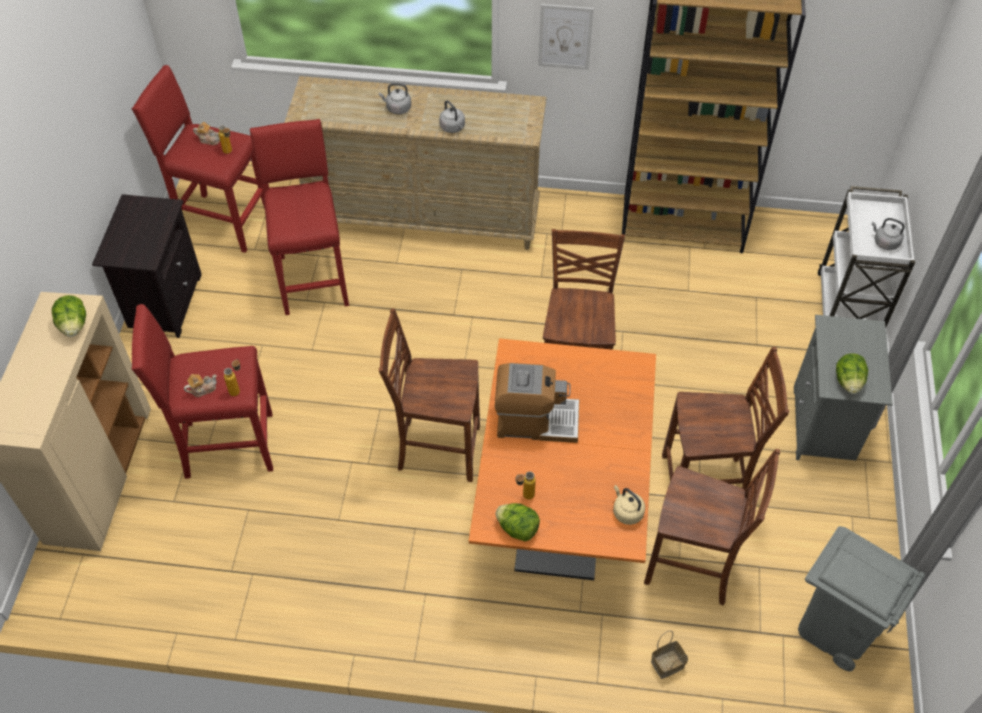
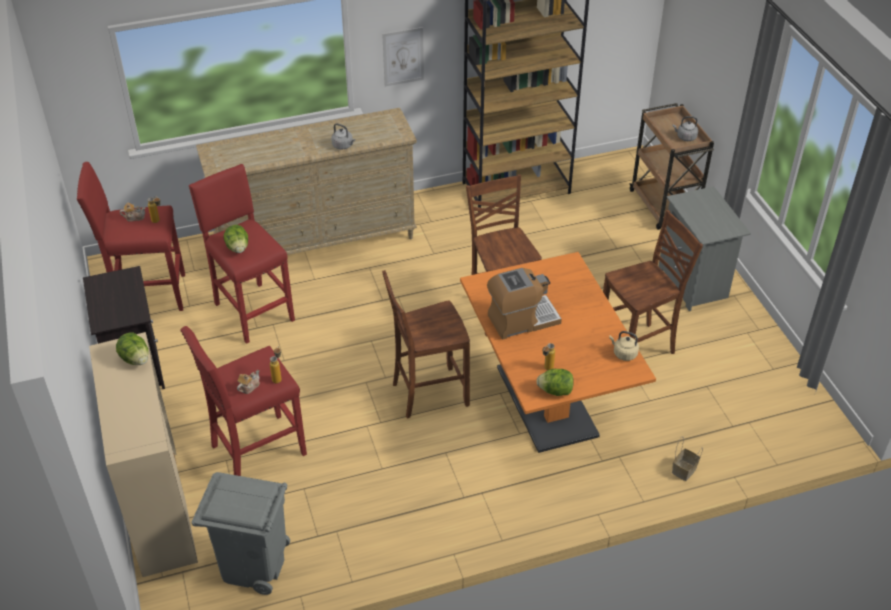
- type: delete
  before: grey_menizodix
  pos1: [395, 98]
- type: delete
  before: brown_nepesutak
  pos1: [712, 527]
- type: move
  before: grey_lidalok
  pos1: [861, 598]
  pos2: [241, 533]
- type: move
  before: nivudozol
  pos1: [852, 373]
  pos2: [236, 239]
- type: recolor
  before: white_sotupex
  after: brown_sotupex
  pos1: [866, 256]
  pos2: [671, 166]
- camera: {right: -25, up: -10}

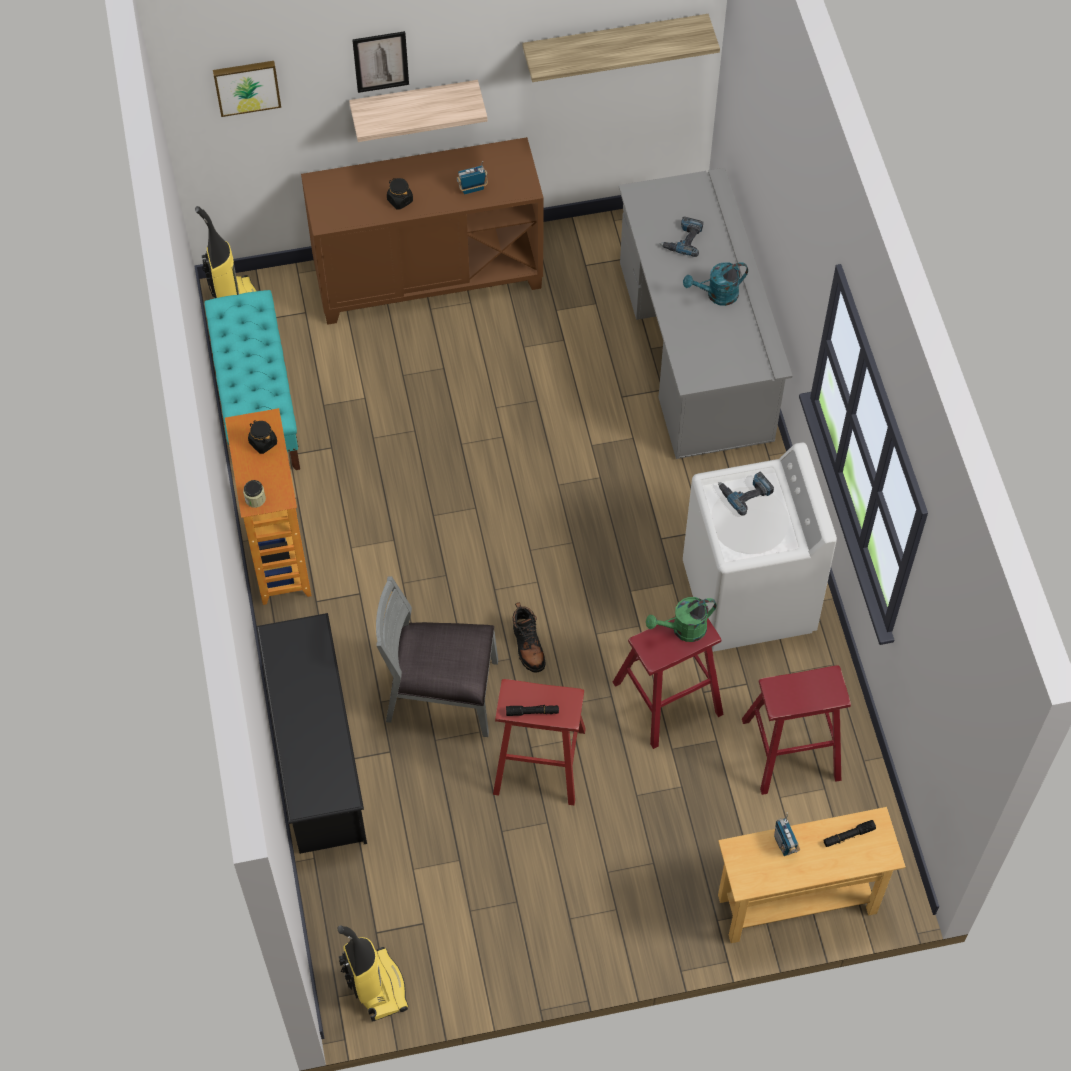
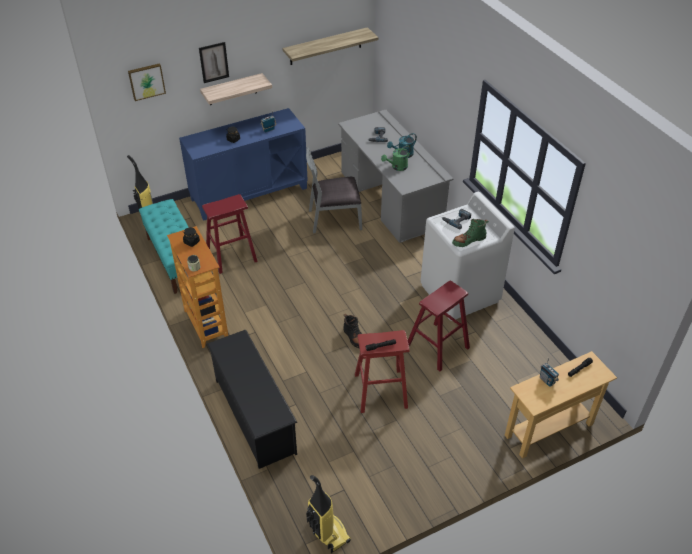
- type: insert
  after: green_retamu
  pos2: [470, 232]
- type: move
  before: grey_nepesutak
  pos1: [437, 656]
  pos2: [334, 190]
- type: move
  before: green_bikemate
  pos1: [681, 619]
  pos2: [396, 158]
- type: move
  before: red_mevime
  pos1: [796, 730]
  pos2: [230, 234]
- type: recolor
  before: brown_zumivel
  after: blue_zumivel
  pos1: [422, 231]
  pos2: [243, 164]
- camera: {right: -15, up: -15}

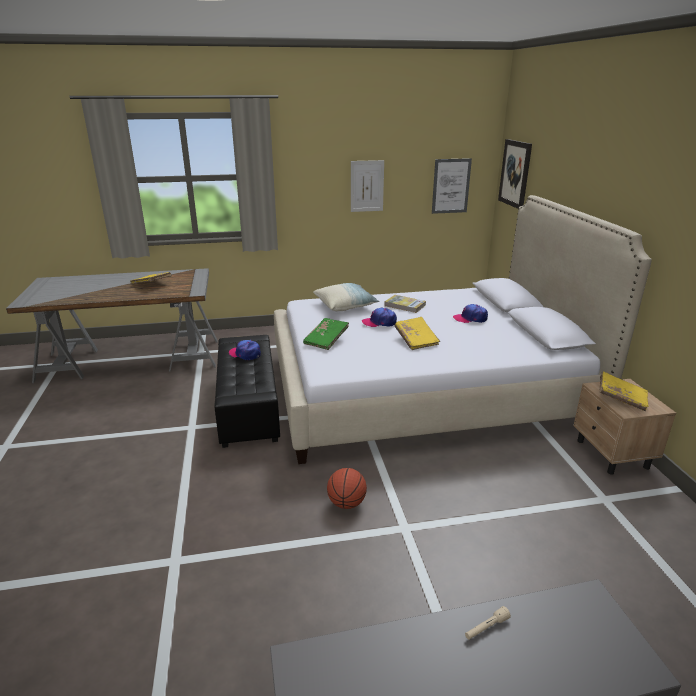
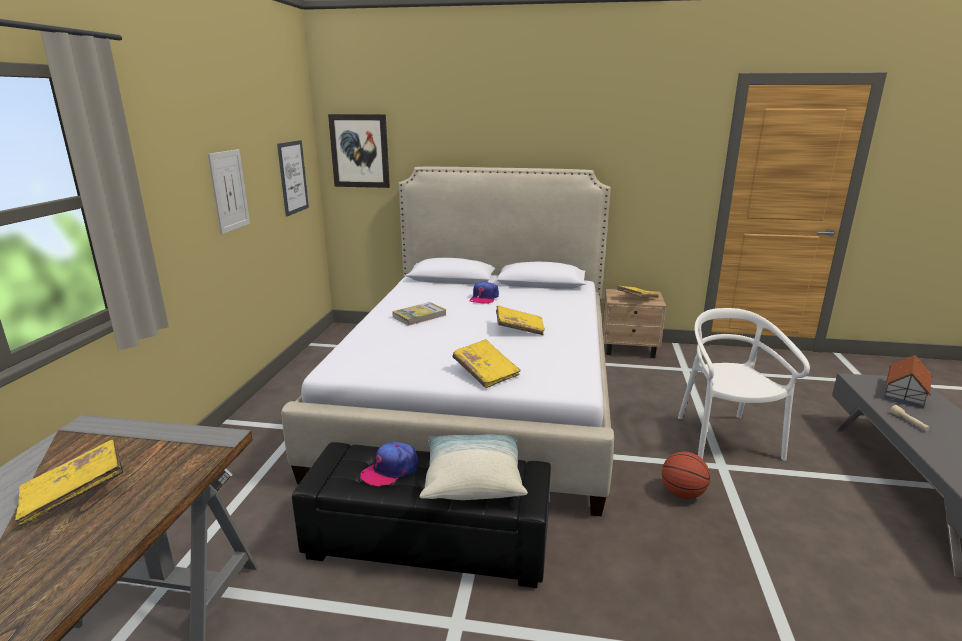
- type: delete
  before: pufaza
  pos1: [379, 317]
- type: insert
  after: white_nepesutak
  pos2: [744, 384]
- type: insert
  after: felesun
  pos2: [907, 382]
- type: move
  before: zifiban
  pos1: [346, 297]
  pos2: [473, 467]
- type: recolor
  before: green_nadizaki
  after: yellow_nadizaki
  pos1: [326, 334]
  pos2: [486, 363]
- camera: {right: -70, up: -5}

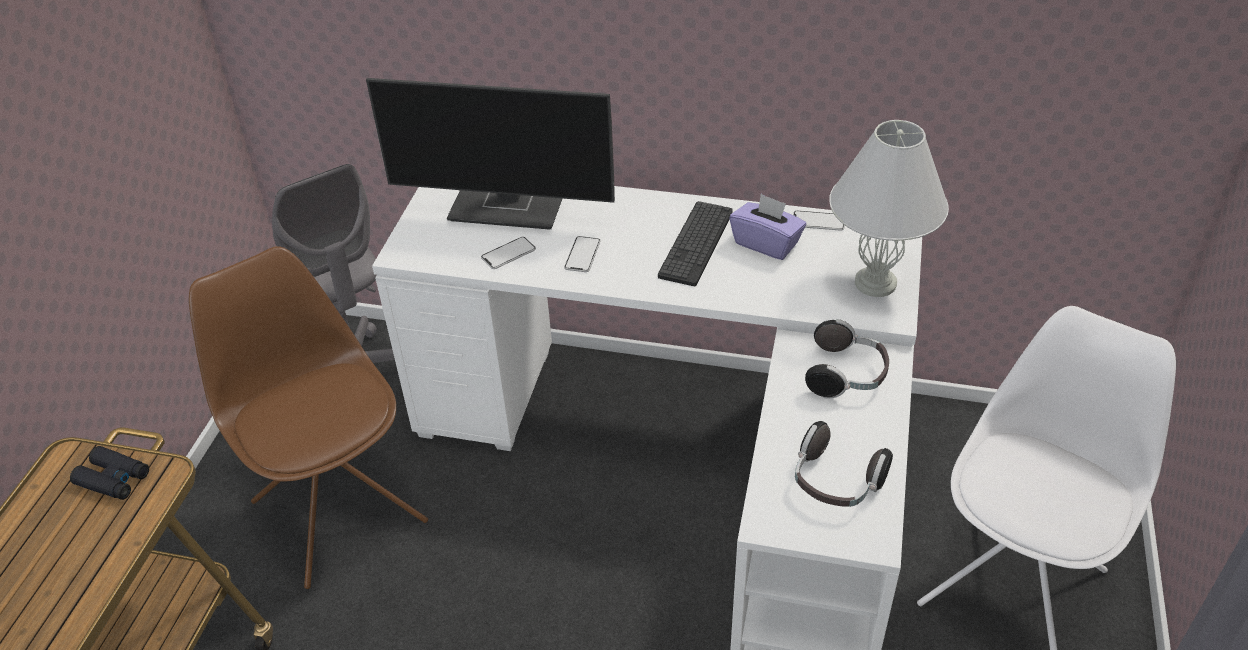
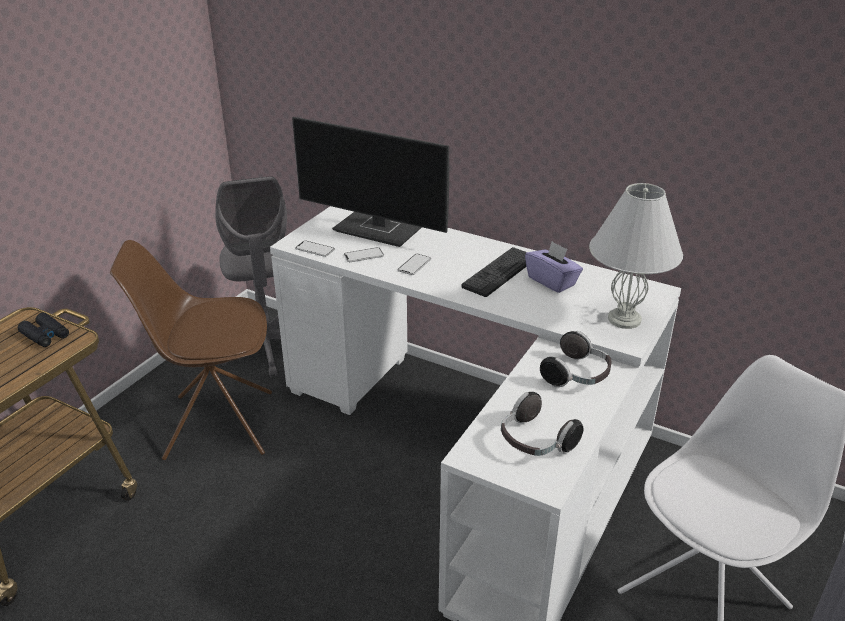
- type: move
  before: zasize
  pos1: [819, 221]
  pos2: [315, 248]
- type: rotate
  before: brown_nepesutak
  pos1: [308, 417]
  pos2: [191, 350]
  turn: -75
- camera: {right: 15, up: -10}

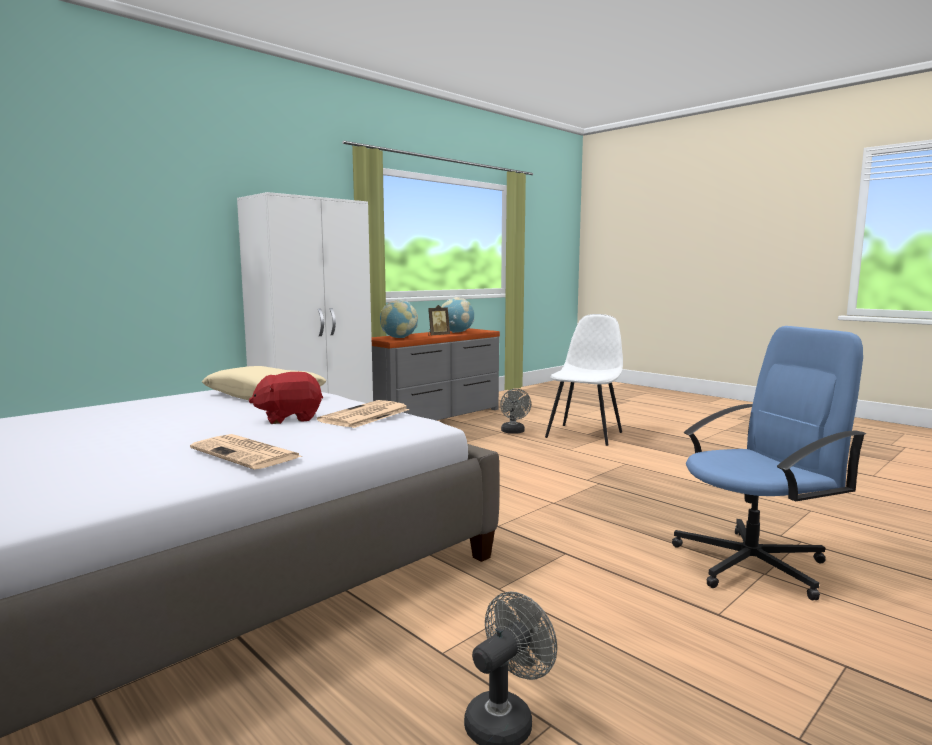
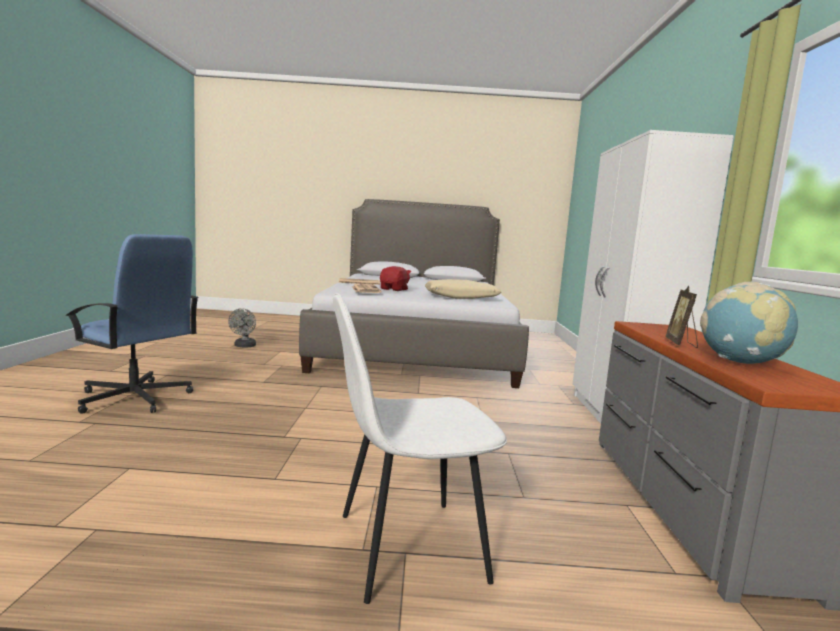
- type: delete
  before: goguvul
  pos1: [399, 319]
- type: delete
  before: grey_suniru
  pos1: [515, 411]
- type: rotate
  before: white_nepesutak
  pos1: [584, 380]
  pos2: [420, 448]
  turn: 90
- type: rotate
  before: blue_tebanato
  pos1: [769, 463]
  pos2: [132, 324]
  turn: -90
- camera: {right: 135, up: 0}

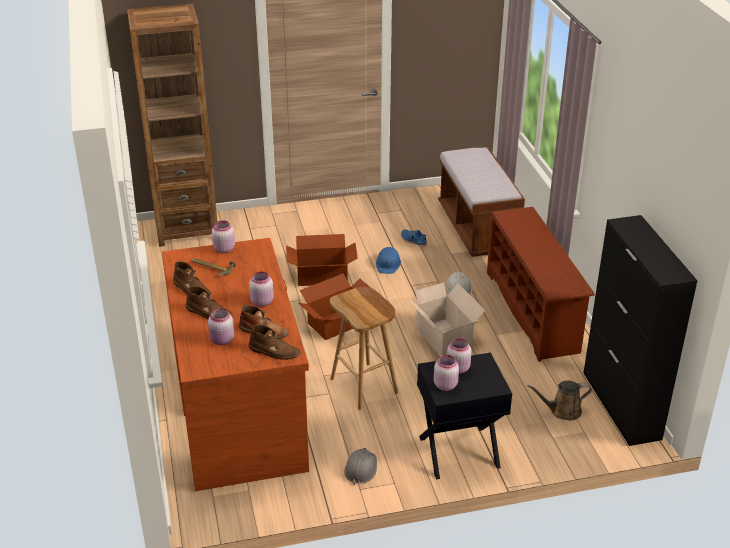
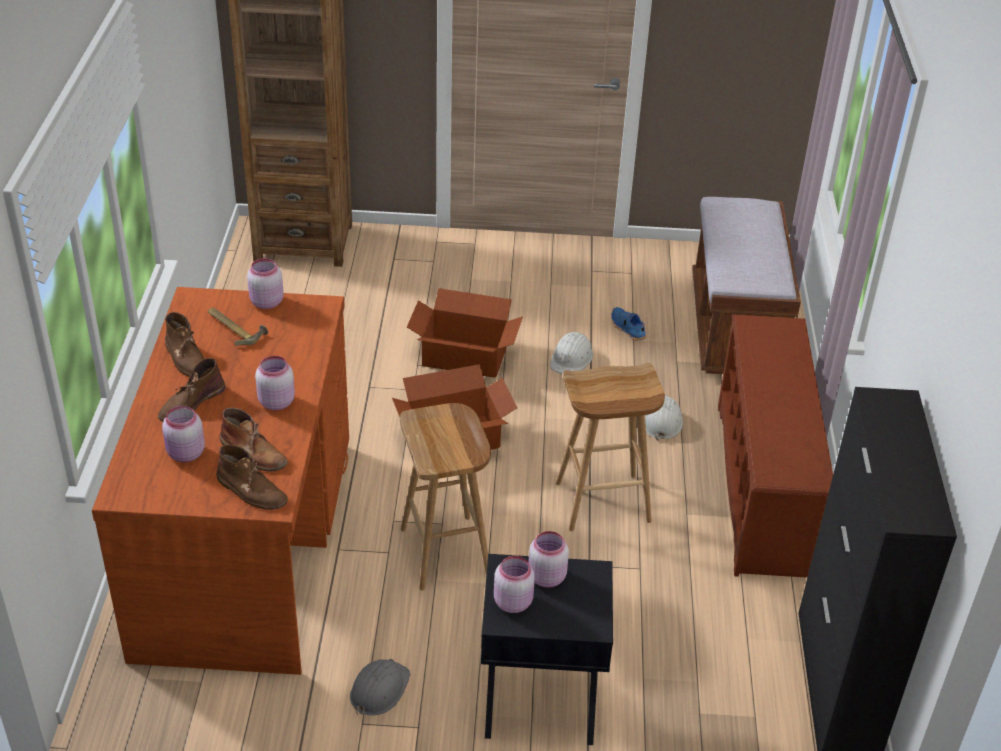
- type: delete
  before: brown_bikemate
  pos1: [559, 401]
- type: replace
  before: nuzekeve
  after: brown_mevime
  pos1: [446, 319]
  pos2: [610, 447]
- type: recolor
  before: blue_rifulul
  after: white_rifulul
  pos1: [388, 260]
  pos2: [571, 353]
- type: rotate
  before: brown_retamu
  pos1: [209, 302]
  pos2: [191, 389]
  turn: 90
- camera: {right: 15, up: 5}

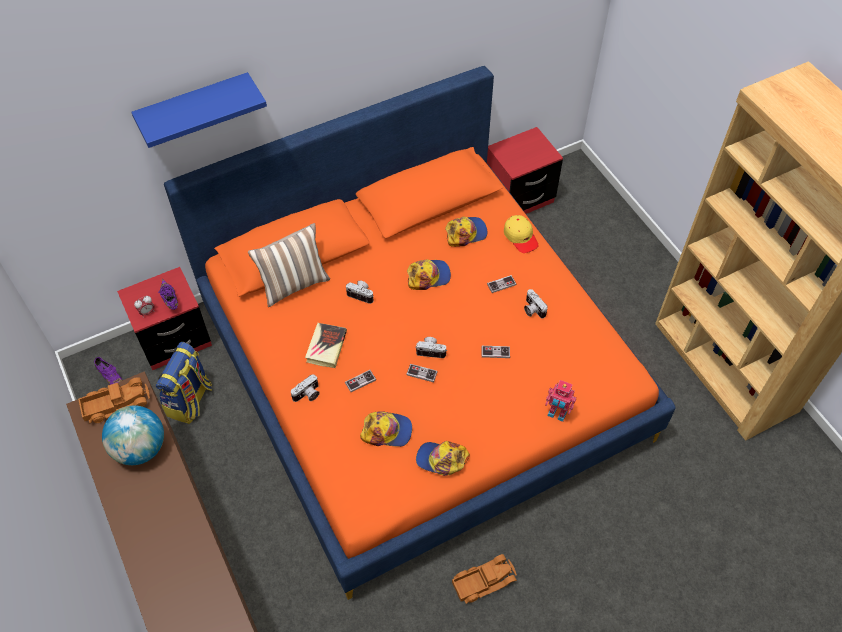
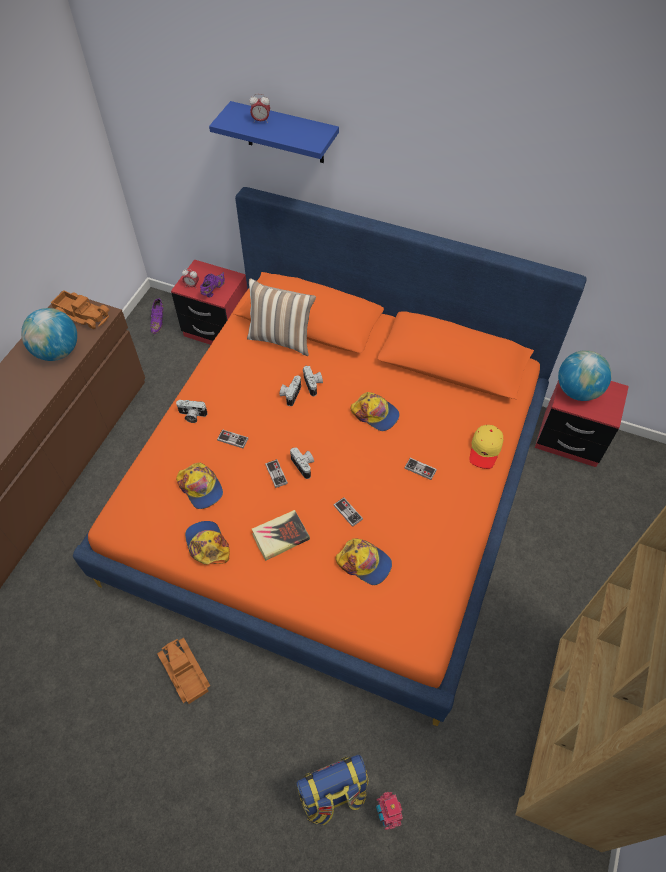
- type: insert
  after: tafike
  pos2: [259, 108]
- type: insert
  after: goguvul
  pos2: [585, 375]
- type: move
  before: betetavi
  pos1: [183, 383]
  pos2: [332, 789]
- type: move
  before: nadizaki
  pos1: [326, 345]
  pos2: [281, 535]
- type: move
  before: pufaza
  pos1: [466, 232]
  pos2: [364, 561]
- type: move
  before: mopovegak
  pos1: [536, 303]
  pos2: [290, 390]
- type: move
  before: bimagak
  pos1: [560, 401]
  pos2: [389, 811]
- type: rotate
  before: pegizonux
  pos1: [484, 579]
  pos2: [183, 670]
  turn: -150
- camera: {right: 50, up: 0}

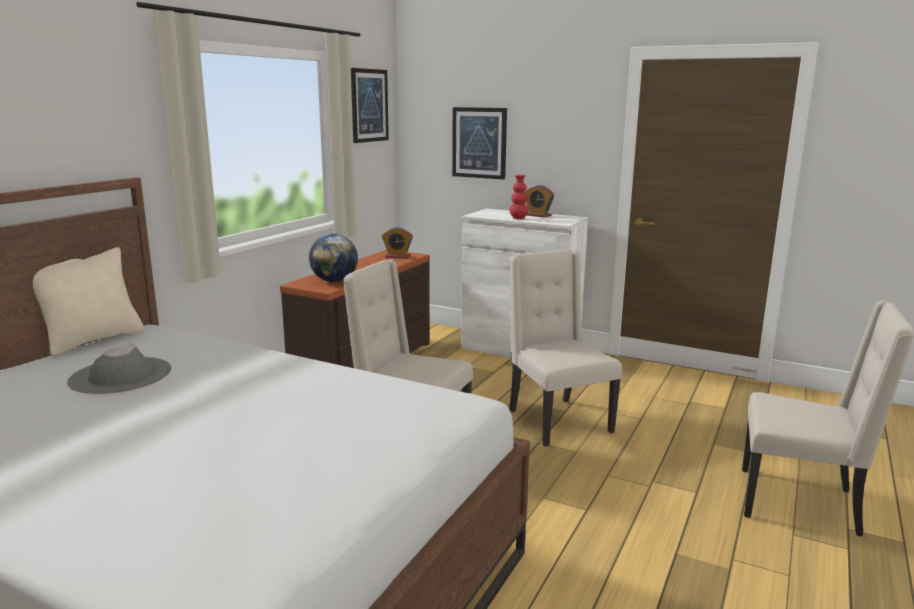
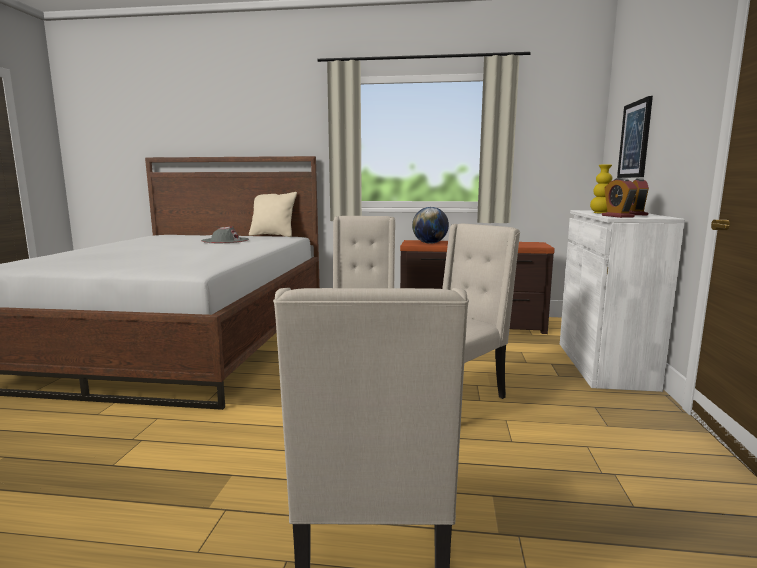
- type: delete
  before: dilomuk
  pos1: [370, 105]
- type: move
  before: tafike
  pos1: [397, 243]
  pos2: [620, 198]
- type: recolor
  before: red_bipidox
  after: yellow_bipidox
  pos1: [519, 197]
  pos2: [601, 189]
- camera: {right: 70, up: -5}

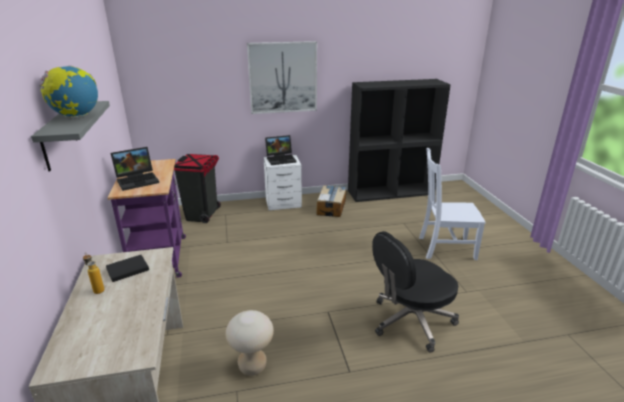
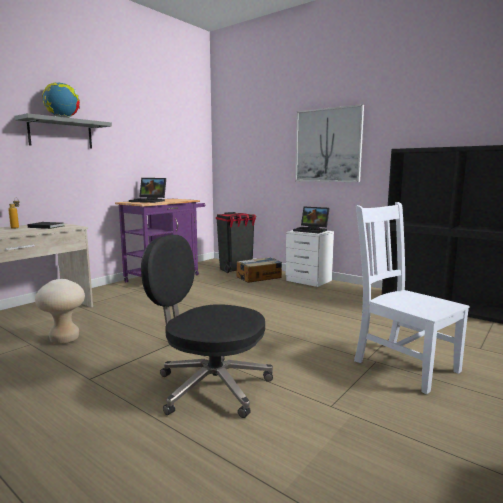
- type: move
  before: nuzekeve
  pos1: [331, 201]
  pos2: [259, 270]
- camera: {right: 50, up: -15}

